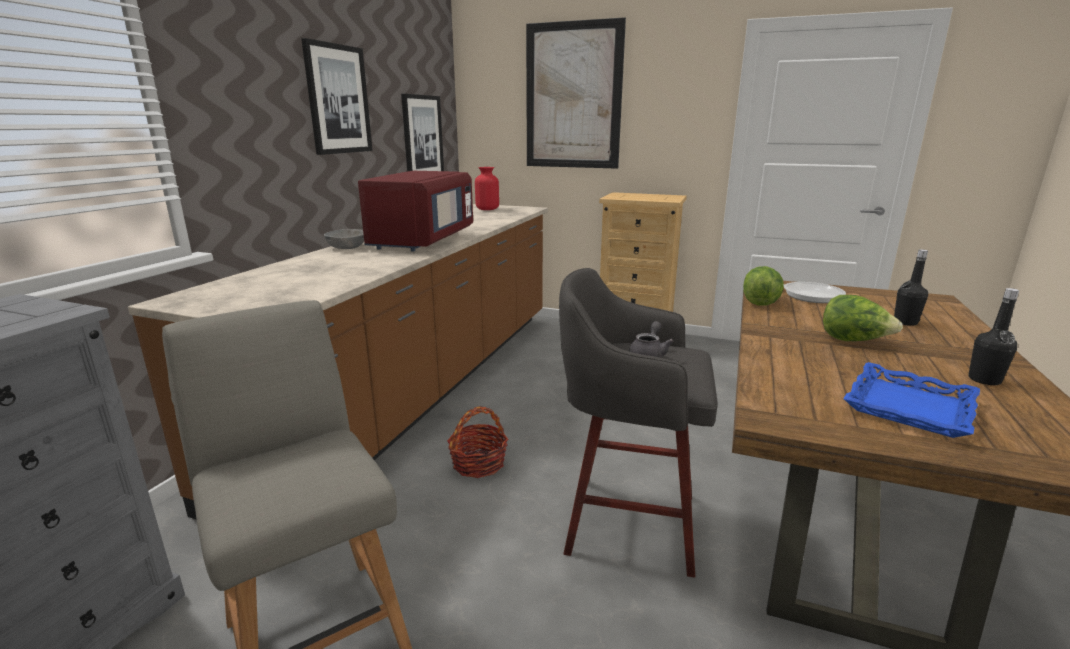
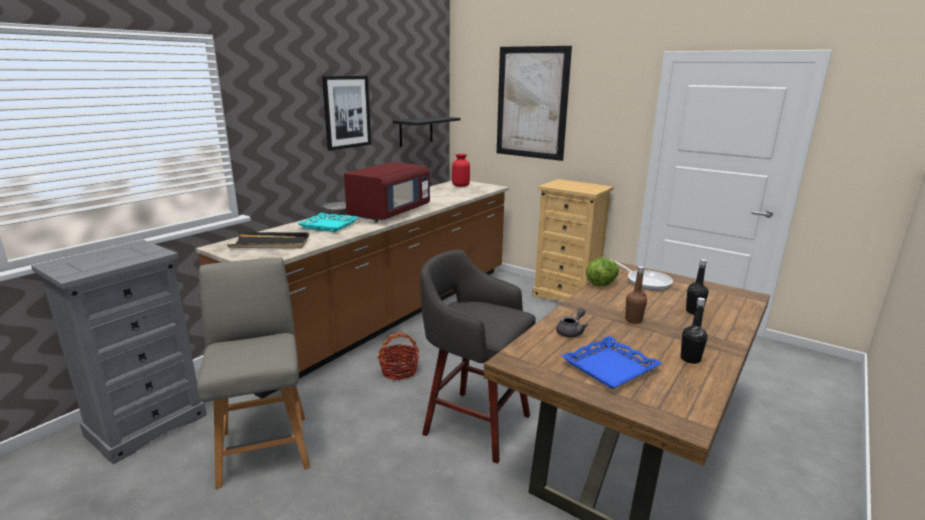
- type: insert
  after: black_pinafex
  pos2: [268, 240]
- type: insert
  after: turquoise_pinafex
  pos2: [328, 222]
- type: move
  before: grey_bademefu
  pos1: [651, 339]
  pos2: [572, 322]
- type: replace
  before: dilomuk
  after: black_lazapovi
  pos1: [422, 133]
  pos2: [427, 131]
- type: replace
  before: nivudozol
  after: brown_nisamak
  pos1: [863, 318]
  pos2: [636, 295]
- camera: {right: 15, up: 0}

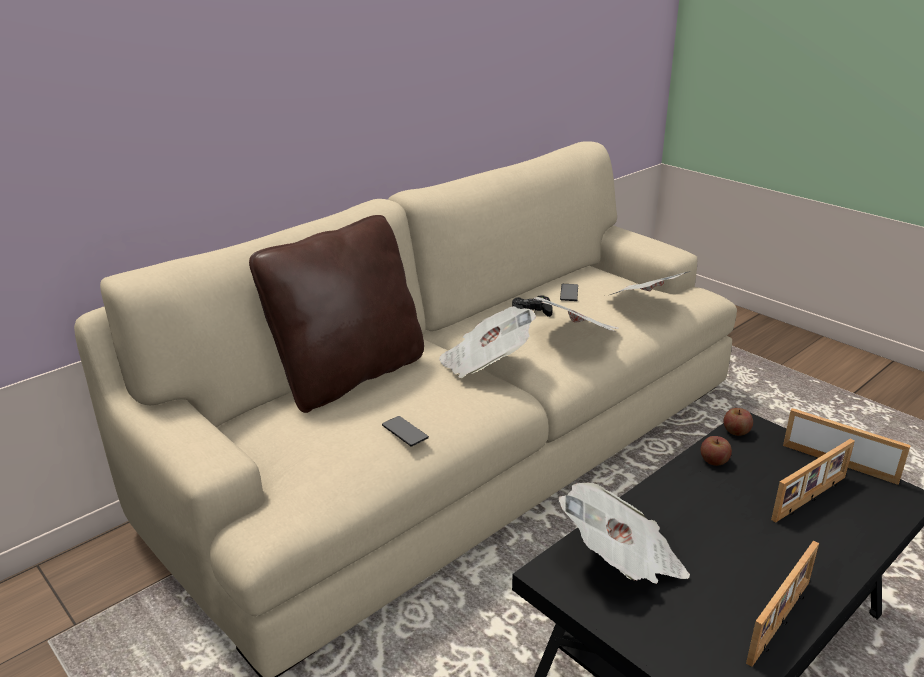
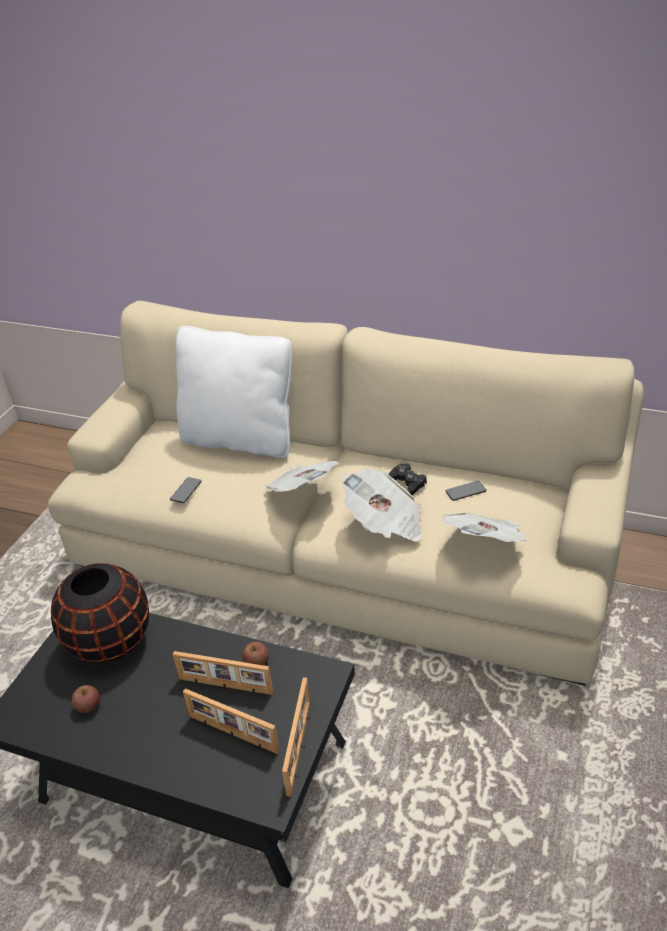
- type: move
  before: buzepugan
  pos1: [738, 422]
  pos2: [86, 699]
- type: move
  before: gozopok
  pos1: [782, 604]
  pos2: [223, 673]
- type: replace
  before: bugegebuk
  after: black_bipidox
  pos1: [624, 533]
  pos2: [100, 613]
- type: recolor
  before: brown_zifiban
  after: white_zifiban
  pos1: [336, 314]
  pos2: [234, 392]
- camera: {right: 65, up: 10}

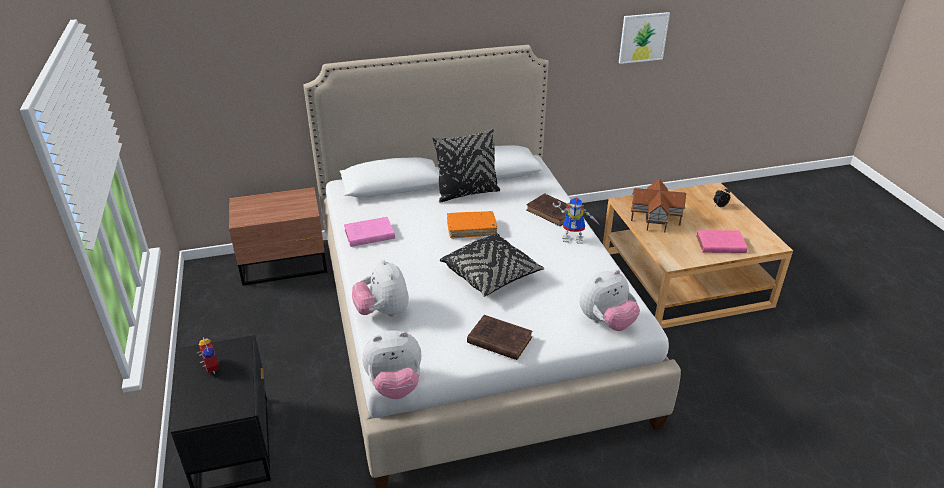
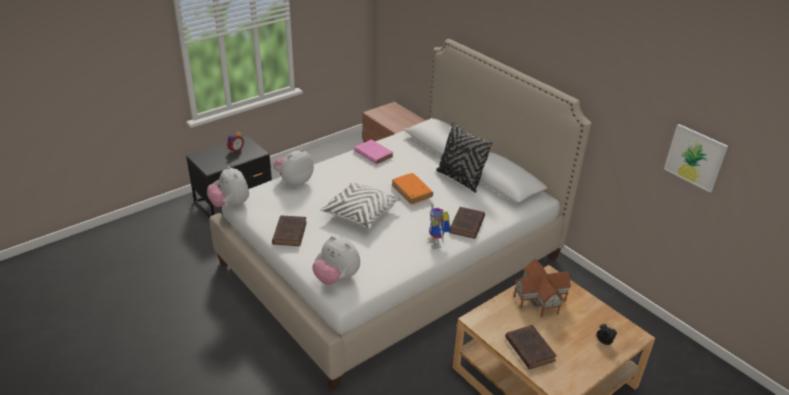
- type: recolor
  before: black_zifiban
  after: white_zifiban
  pos1: [492, 265]
  pos2: [360, 205]
- type: recolor
  before: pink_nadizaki
  after: brown_nadizaki
  pos1: [722, 241]
  pos2: [531, 347]
- camera: {right: 65, up: 0}

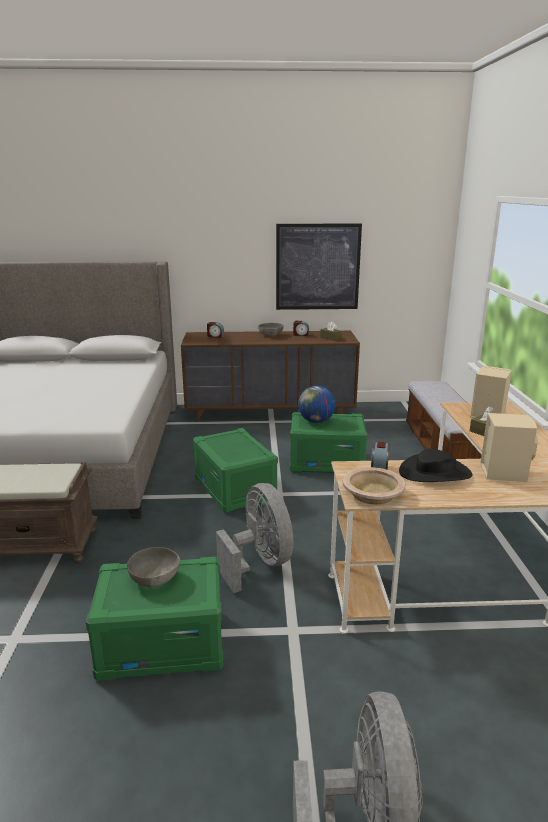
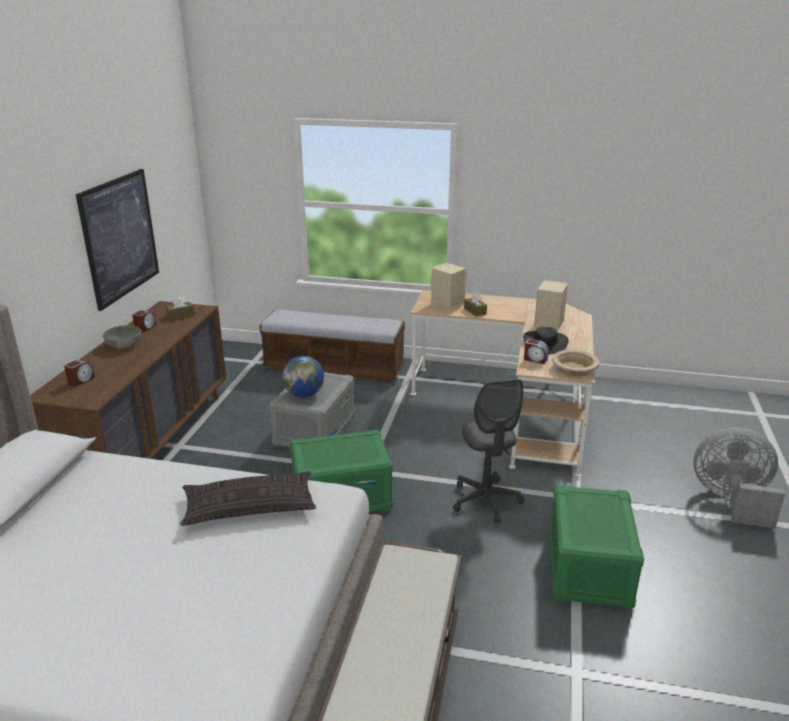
- type: delete
  before: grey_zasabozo
  pos1: [153, 567]
- type: insert
  after: zifiban
  pos2: [248, 498]
- type: replace
  before: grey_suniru
  after: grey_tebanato
  pos1: [254, 538]
  pos2: [488, 451]
- type: recolor
  before: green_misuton
  after: grey_misuton
  pos1: [329, 442]
  pos2: [312, 409]
- camera: {right: -75, up: 5}

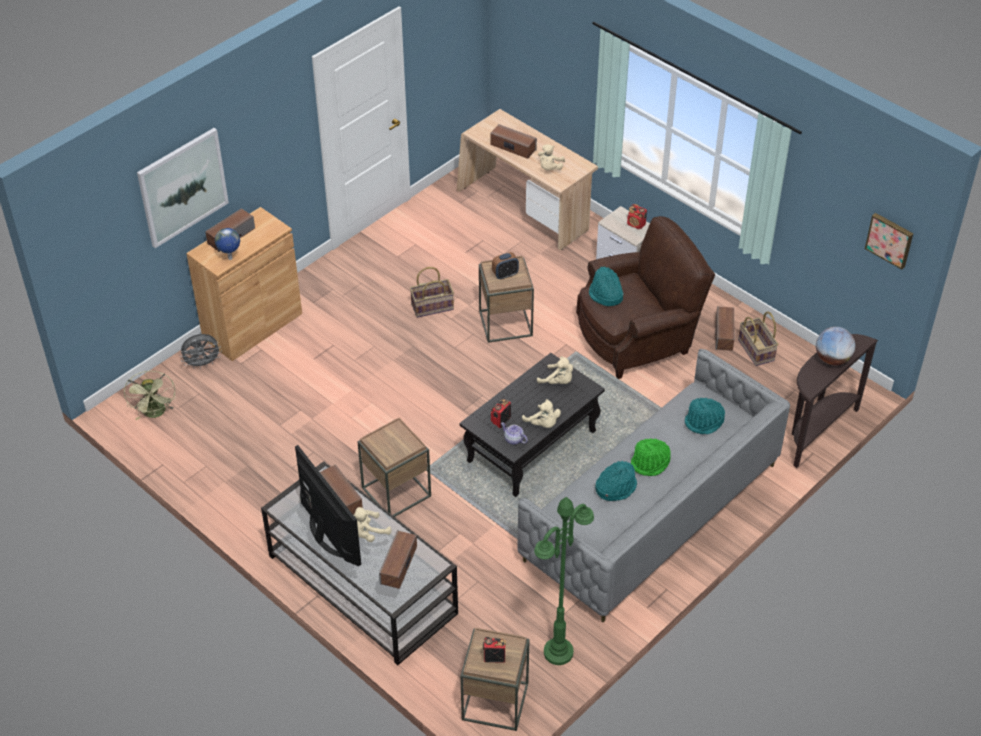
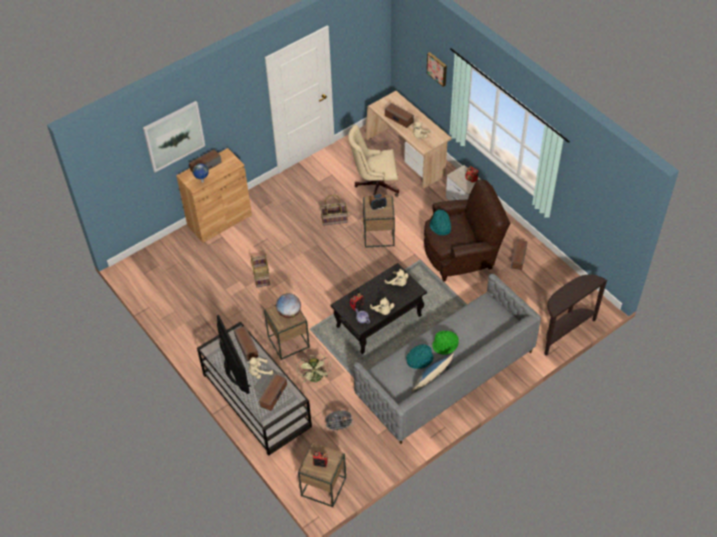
- type: delete
  before: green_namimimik
  pos1: [564, 581]
- type: delete
  before: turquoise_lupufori
  pos1: [705, 416]
- type: insert
  after: beige_tebanato
  pos2: [373, 161]
- type: insert
  after: zifiban
  pos2: [433, 371]
- type: move
  before: green_suniru
  pos1: [149, 395]
  pos2: [314, 369]
- type: move
  before: grey_suniru
  pos1: [201, 351]
  pos2: [339, 421]
- type: move
  before: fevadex
  pos1: [758, 338]
  pos2: [260, 270]
- type: move
  before: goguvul
  pos1: [835, 346]
  pos2: [288, 305]
- type: move
  before: dilomuk
  pos1: [889, 241]
  pos2: [437, 69]
- camera: {right: 10, up: 5}

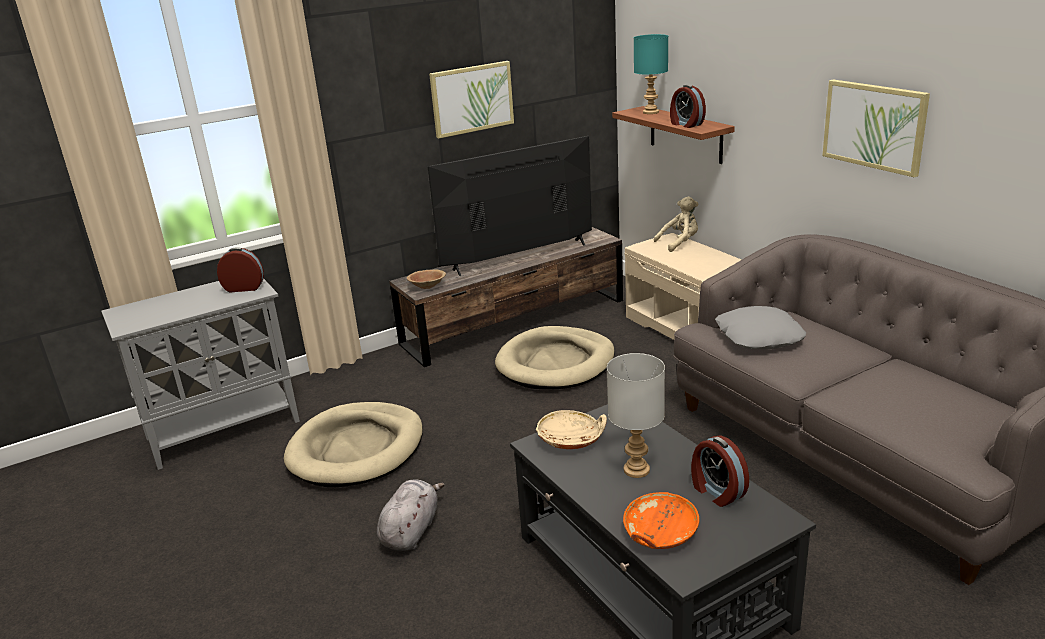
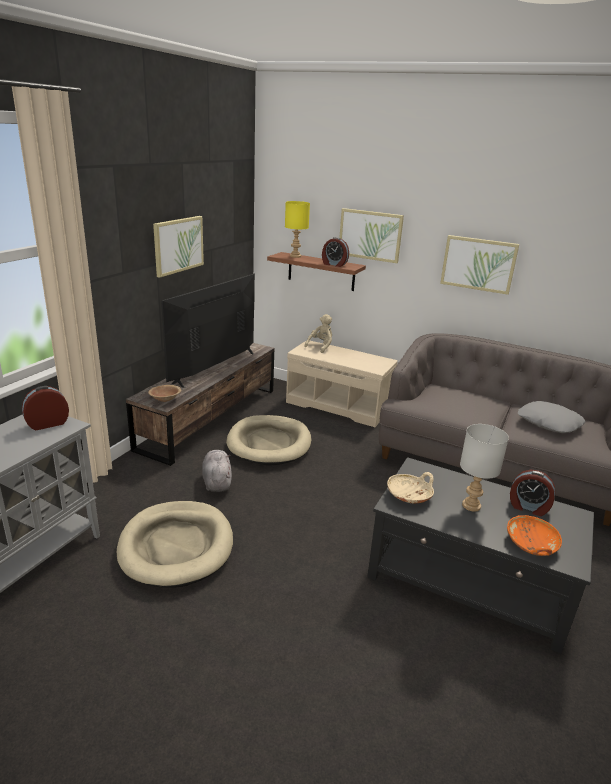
- type: insert
  after: dilomuk
  pos2: [371, 235]
- type: move
  before: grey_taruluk
  pos1: [410, 515]
  pos2: [217, 471]
- type: move
  before: grey_zifiban
  pos1: [760, 328]
  pos2: [551, 417]
- type: recolor
  before: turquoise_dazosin
  after: yellow_dazosin
  pos1: [651, 74]
  pos2: [297, 229]
- camera: {right: -35, up: 0}

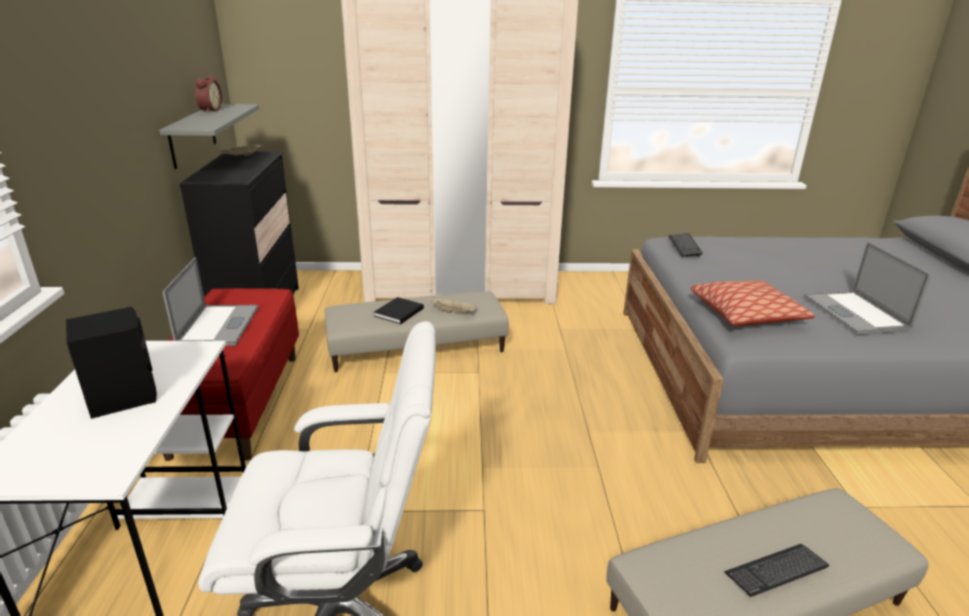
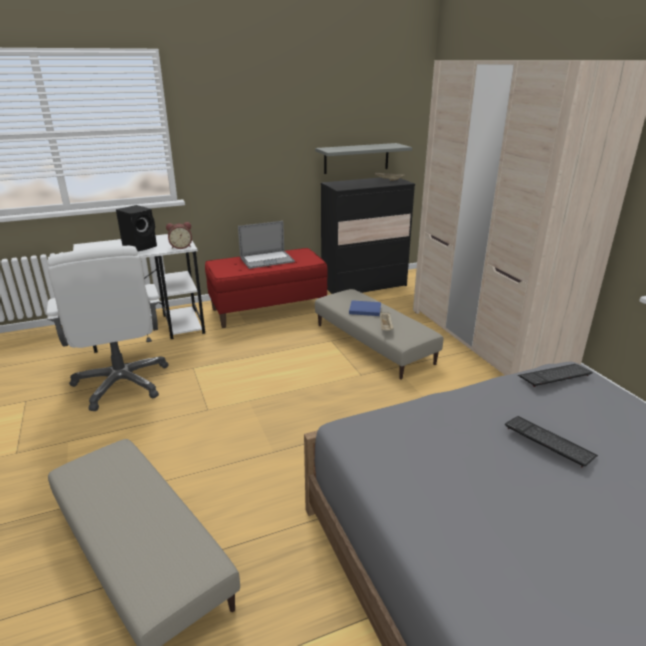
- type: delete
  before: zifiban
  pos1: [753, 303]
- type: delete
  before: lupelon
  pos1: [867, 288]
- type: move
  before: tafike
  pos1: [208, 94]
  pos2: [179, 235]
- type: move
  before: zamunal
  pos1: [776, 570]
  pos2: [551, 441]
- type: recolor
  before: black_nadizaki
  after: blue_nadizaki
  pos1: [399, 310]
  pos2: [365, 308]
- camera: {right: 70, up: 0}

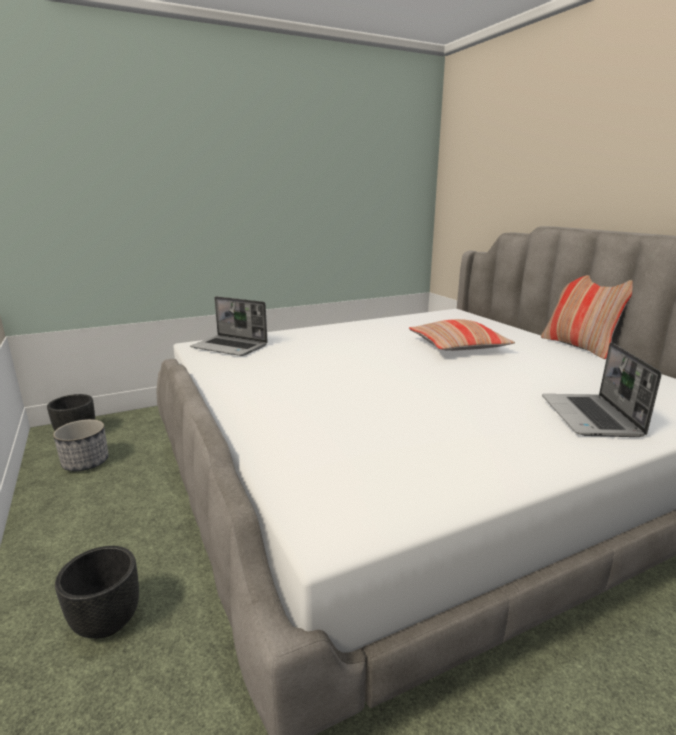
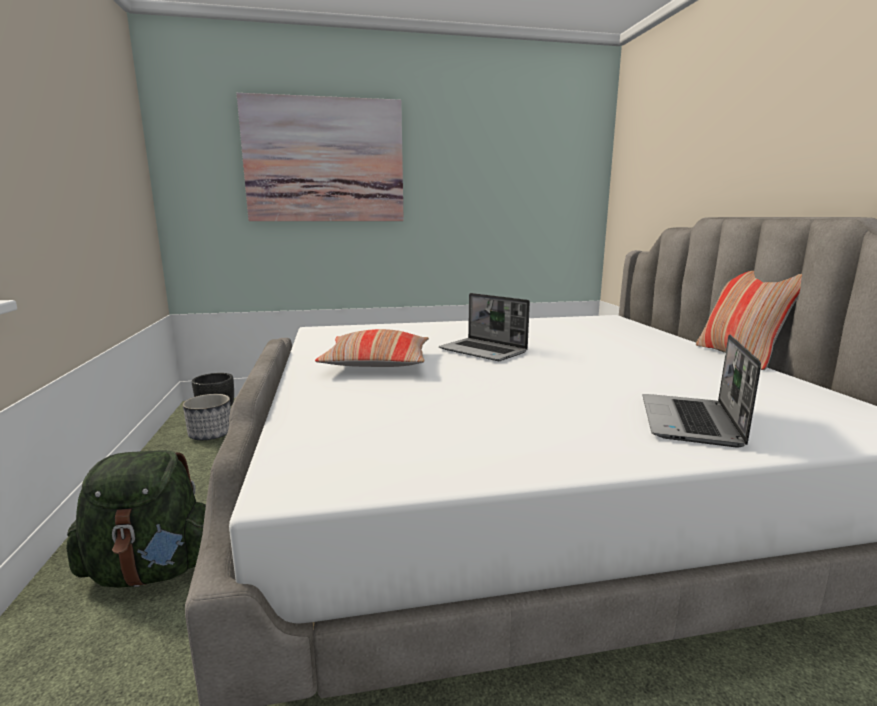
- type: insert
  after: dilomuk
  pos2: [320, 157]
- type: move
  before: lupelon
  pos1: [229, 326]
  pos2: [484, 327]
- type: move
  before: zifiban
  pos1: [462, 335]
  pos2: [372, 348]
- type: replace
  before: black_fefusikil
  after: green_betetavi
  pos1: [97, 592]
  pos2: [136, 519]
- camera: {right: 15, up: -5}

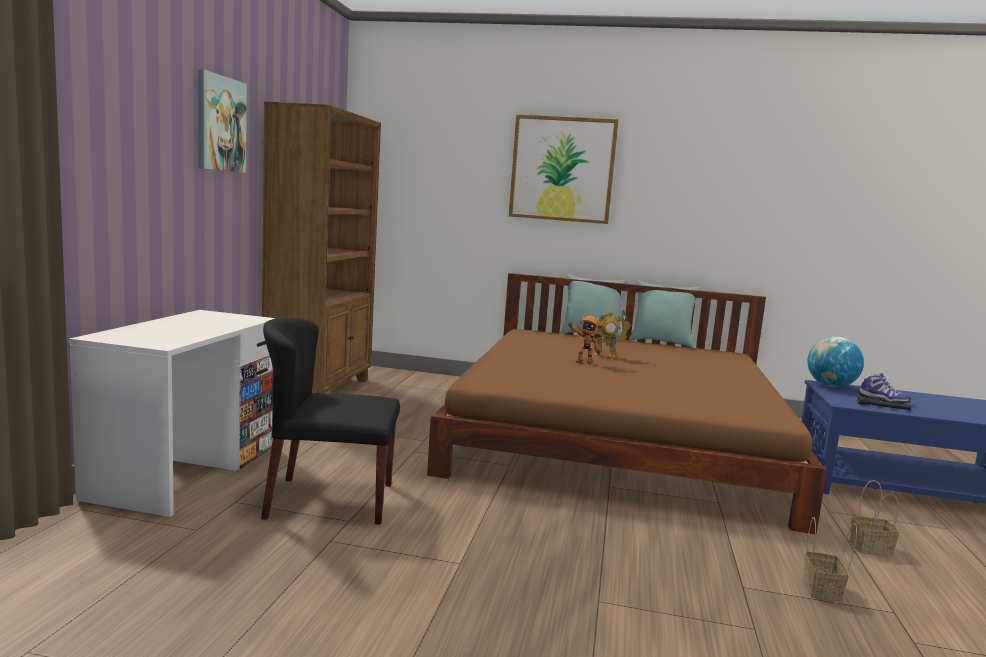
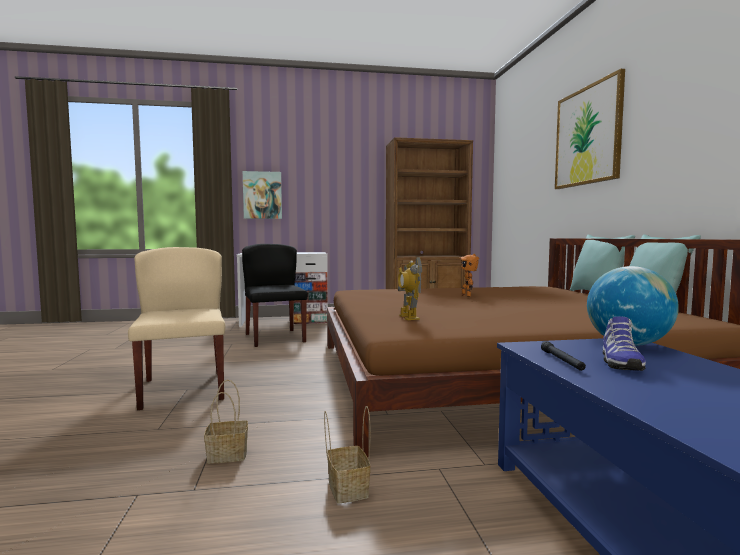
- type: insert
  after: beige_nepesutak
  pos2: [177, 328]
- type: move
  before: dilomuk
  pos1: [222, 121]
  pos2: [262, 195]
- type: move
  before: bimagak
  pos1: [610, 333]
  pos2: [410, 288]
- camera: {right: 70, up: -5}

